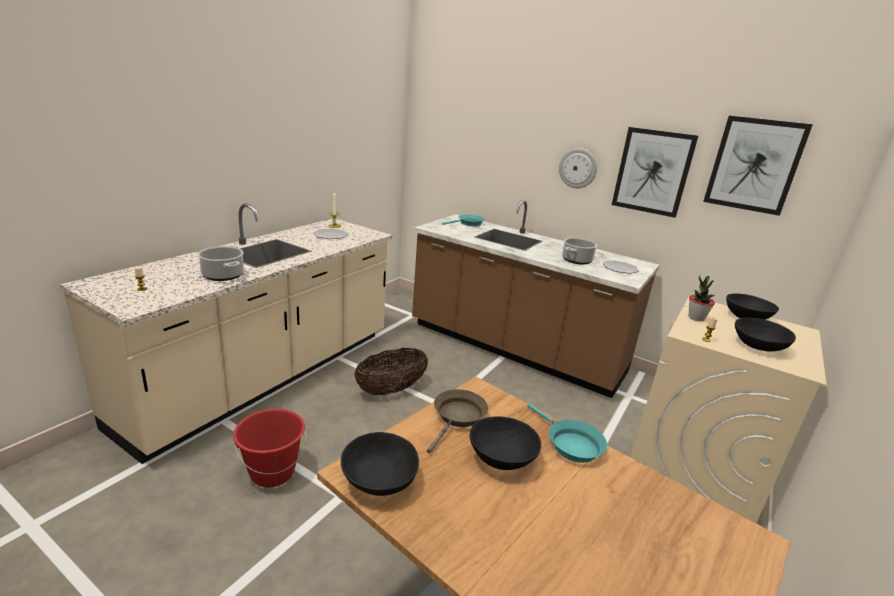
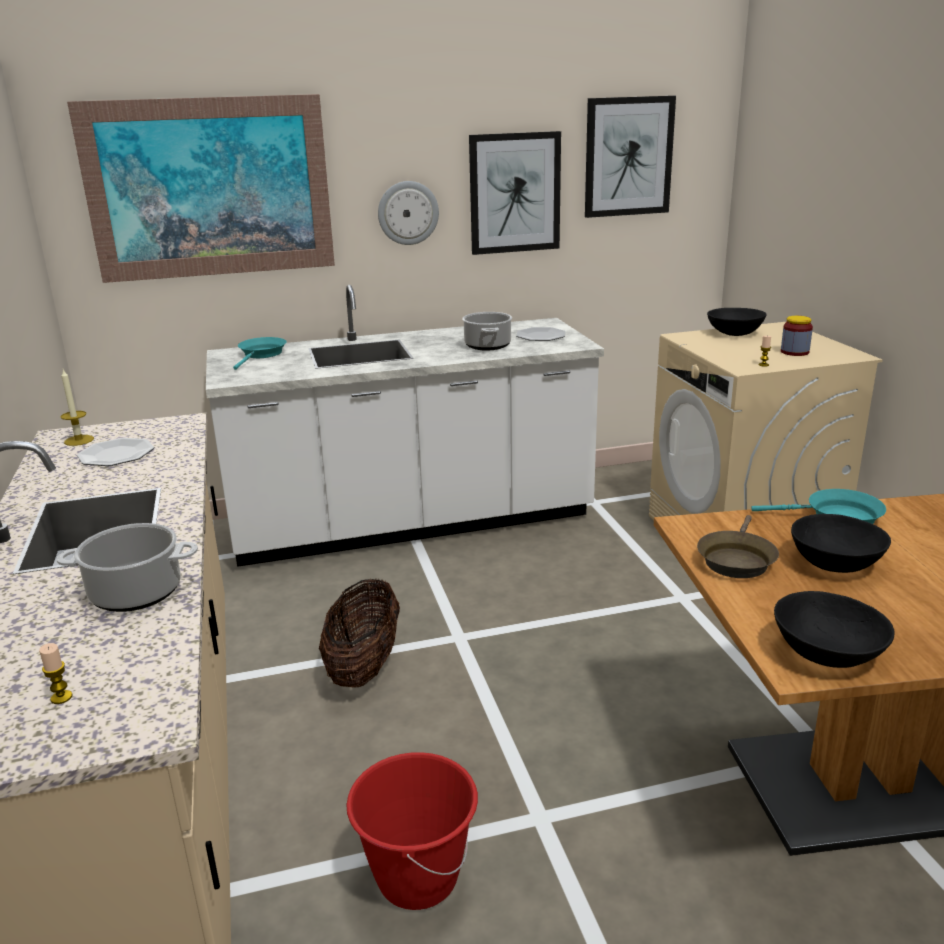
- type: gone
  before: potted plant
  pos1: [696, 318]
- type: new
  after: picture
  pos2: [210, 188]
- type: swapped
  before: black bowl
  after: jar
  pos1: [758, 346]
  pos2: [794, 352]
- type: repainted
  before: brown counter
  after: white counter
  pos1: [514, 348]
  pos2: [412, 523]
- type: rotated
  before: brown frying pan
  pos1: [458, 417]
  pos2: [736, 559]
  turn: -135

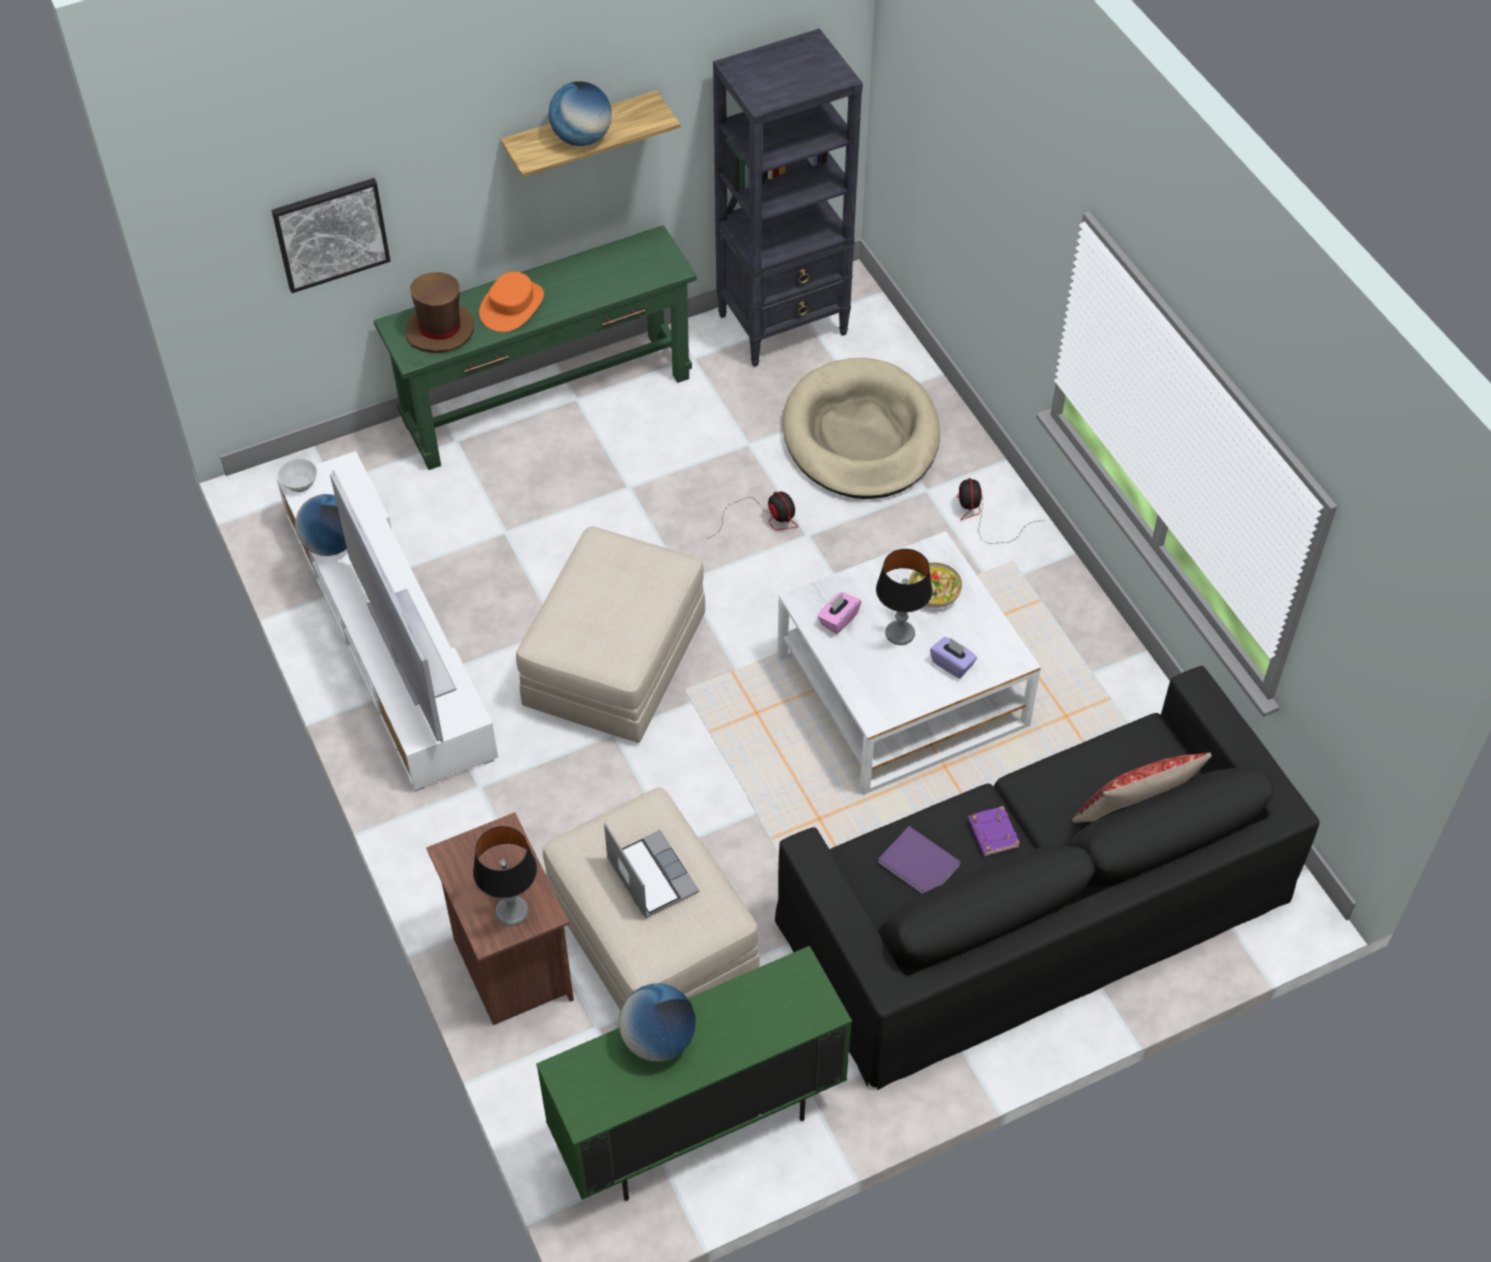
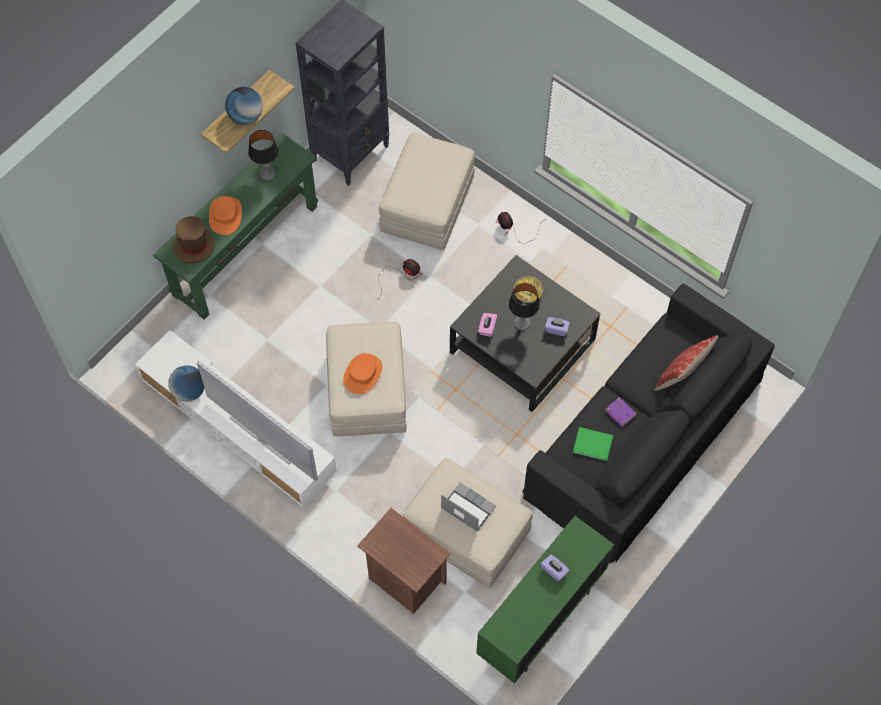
- type: gone
  before: picture
  pos1: [331, 233]
- type: gone
  before: bowl
  pos1: [300, 484]
- type: gone
  before: globe
  pos1: [658, 1039]
- type: new
  after: orange hat
  pos2: [363, 374]
- type: new
  after: purple tissue box
  pos2: [554, 570]
- type: shifted
  before: table lamp
  pos1: [512, 911]
  pos2: [267, 173]
- type: swapped
  before: beige dog bed
  after: beige ottoman
  pos1: [861, 435]
  pos2: [427, 205]
- type: repainted
  before: white coffee table
  after: black coffee table
  pos1: [902, 690]
  pos2: [522, 346]
- type: repainted
  before: purple book
  after: green book
  pos1: [918, 861]
  pos2: [591, 443]

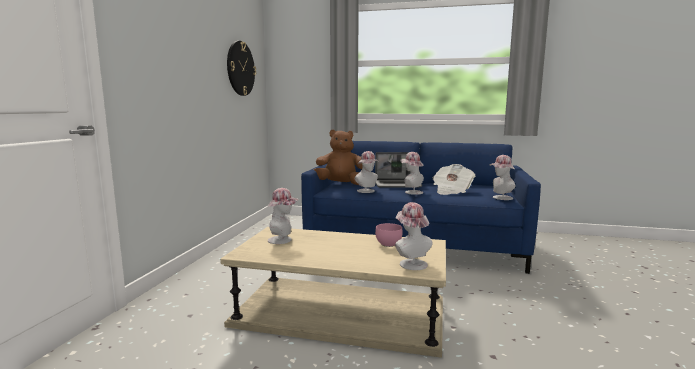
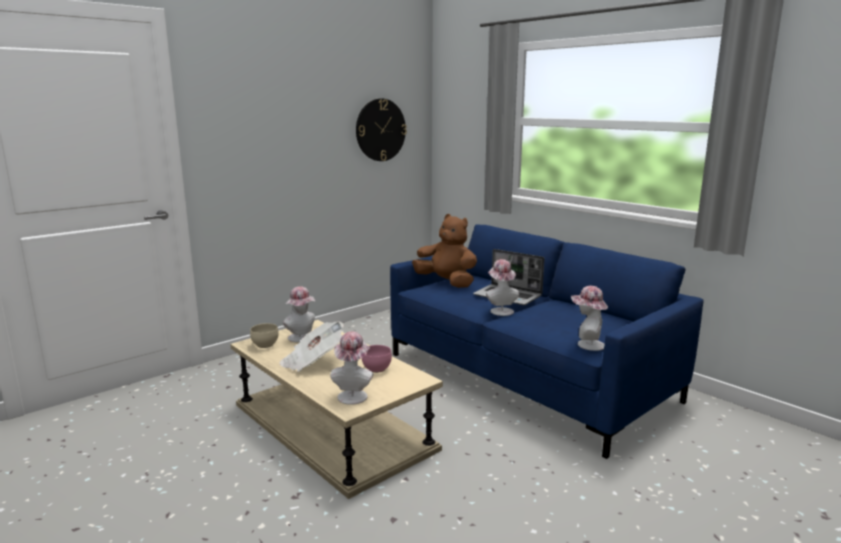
- type: gone
  before: hat
  pos1: [367, 191]
- type: new
  after: beige bowl
  pos2: [266, 345]
- type: shifted
  before: newspaper
  pos1: [451, 191]
  pos2: [312, 362]

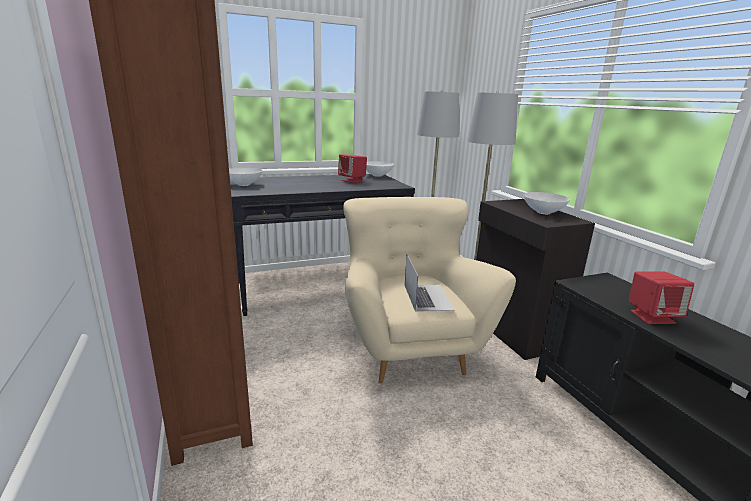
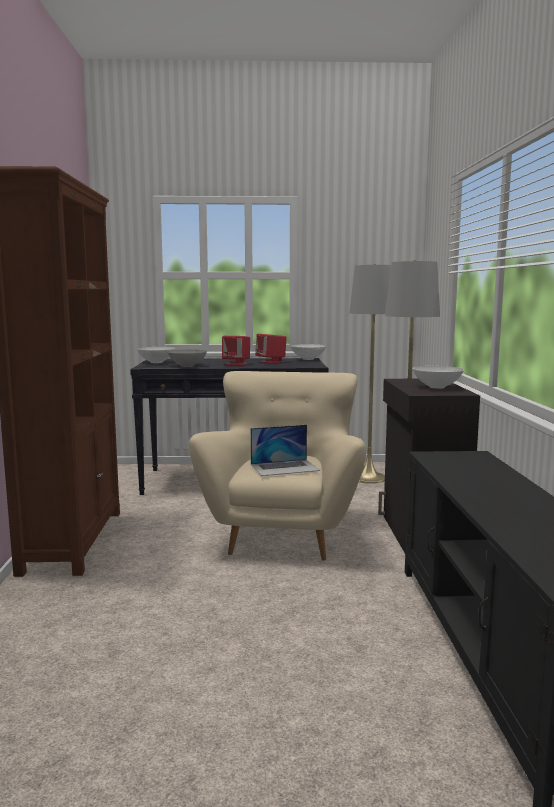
- type: new
  after: grey bowl
  pos2: [188, 366]
- type: shifted
  before: red speaker
  pos1: [652, 316]
  pos2: [236, 364]
- type: rotated
  before: laptop
  pos1: [427, 297]
  pos2: [285, 467]
  turn: 60

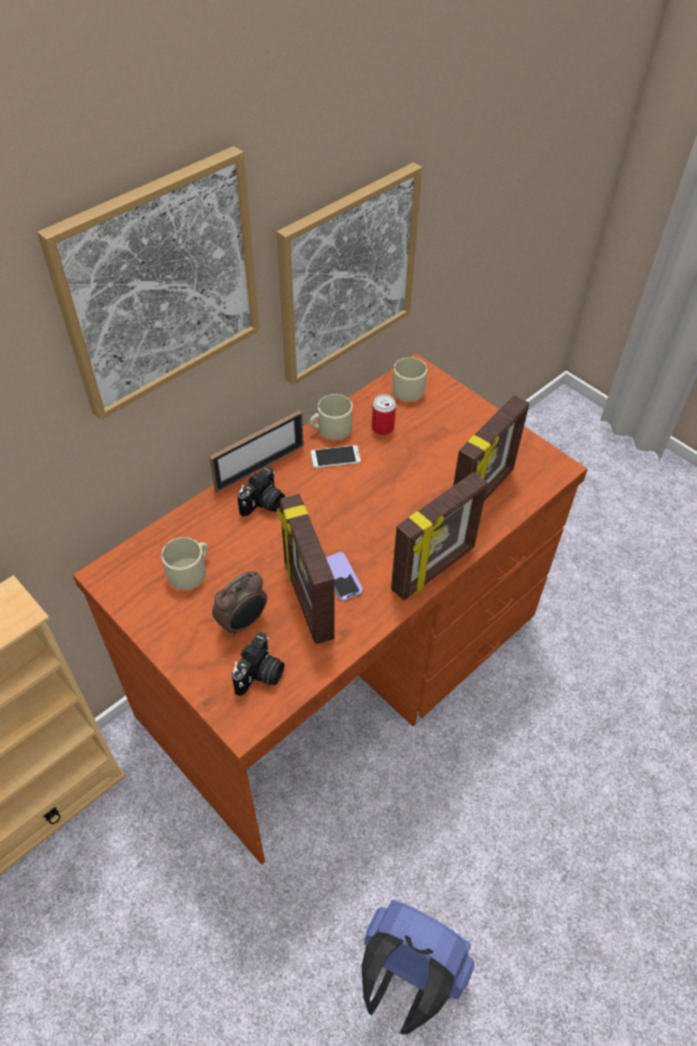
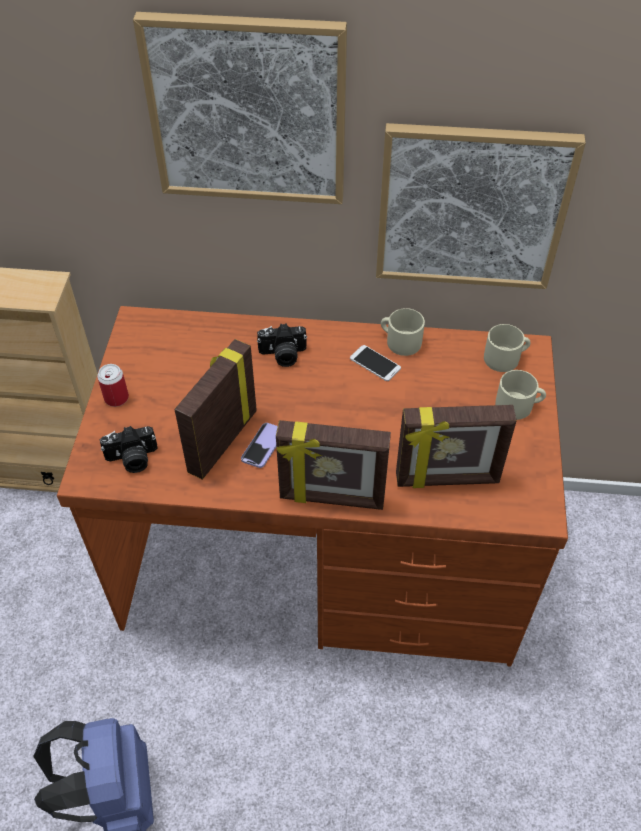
- type: gone
  before: picture frame
  pos1: [260, 467]
- type: gone
  before: alarm clock
  pos1: [243, 622]
- type: shifted
  before: beige mug
  pos1: [190, 570]
  pos2: [518, 405]
- type: shifted
  before: can
  pos1: [382, 428]
  pos2: [116, 398]

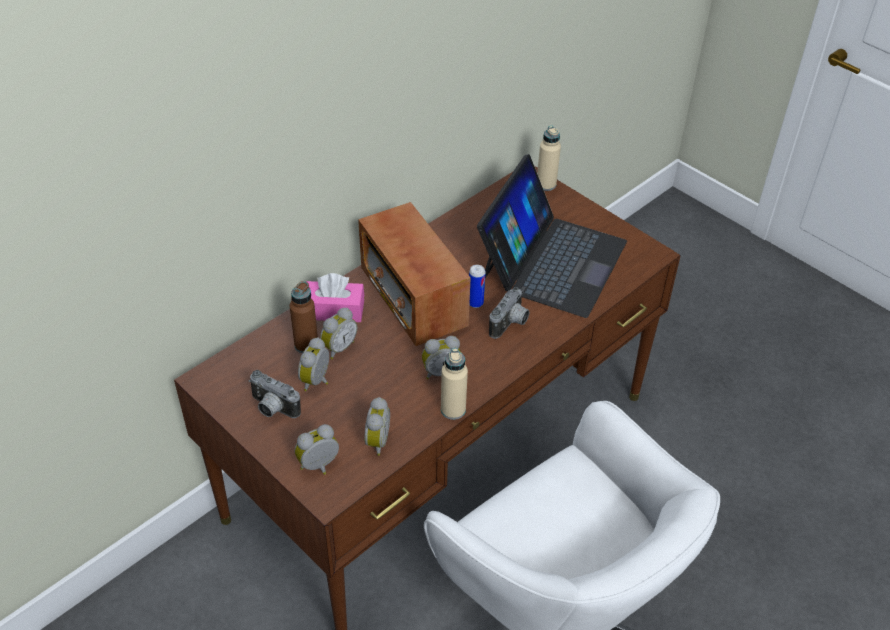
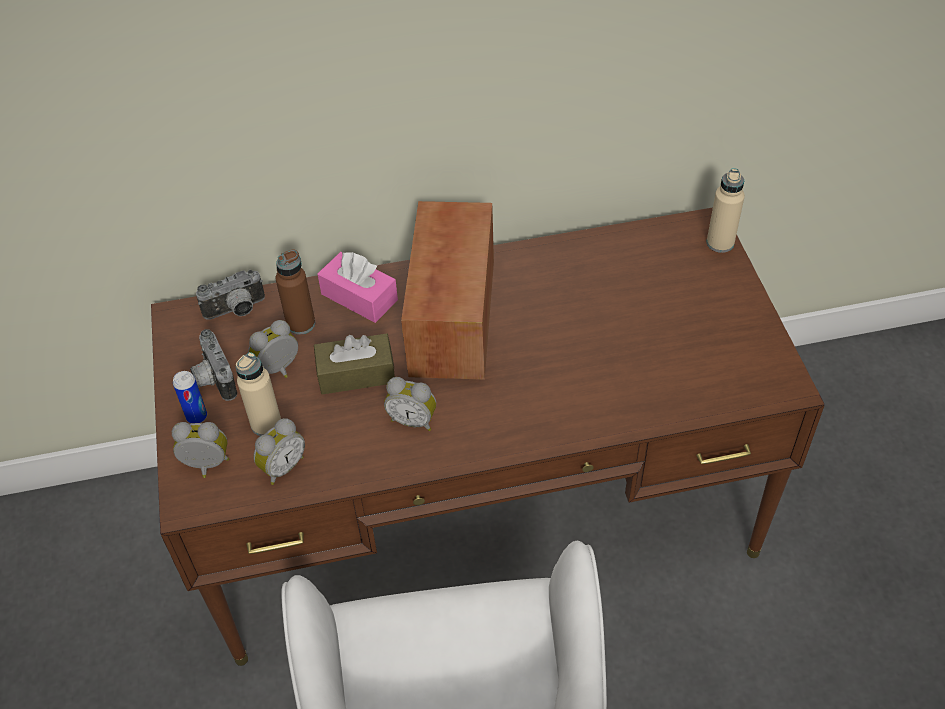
- type: gone
  before: alarm clock
  pos1: [338, 347]
- type: gone
  before: laptop
  pos1: [552, 261]
- type: new
  after: brown tissue box
  pos2: [356, 374]
- type: shifted
  before: beige bottle
  pos1: [453, 410]
  pos2: [266, 424]
- type: shifted
  before: can
  pos1: [475, 303]
  pos2: [197, 416]
- type: shifted
  before: photo camera
  pos1: [510, 324]
  pos2: [236, 311]

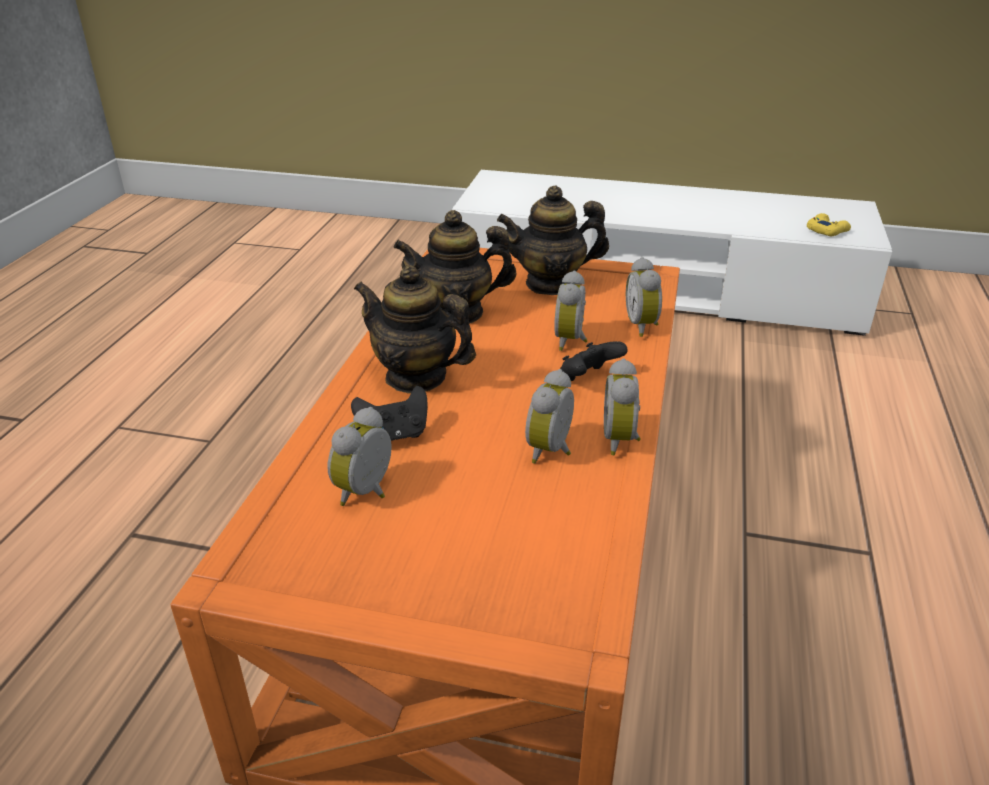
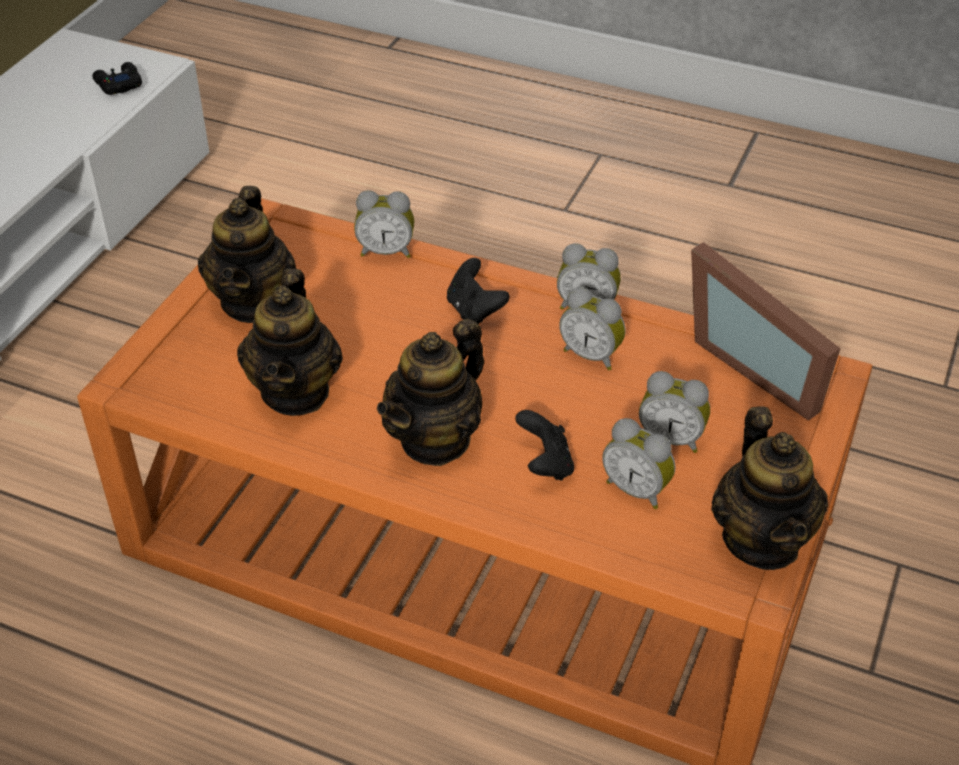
- type: new
  after: picture frame
  pos2: [760, 364]
- type: new
  after: teapot
  pos2: [762, 540]
- type: shifted
  before: alarm clock
  pos1: [571, 340]
  pos2: [671, 438]
- type: repainted
  before: yellow game controller
  after: black game controller
  pos1: [826, 230]
  pos2: [118, 84]

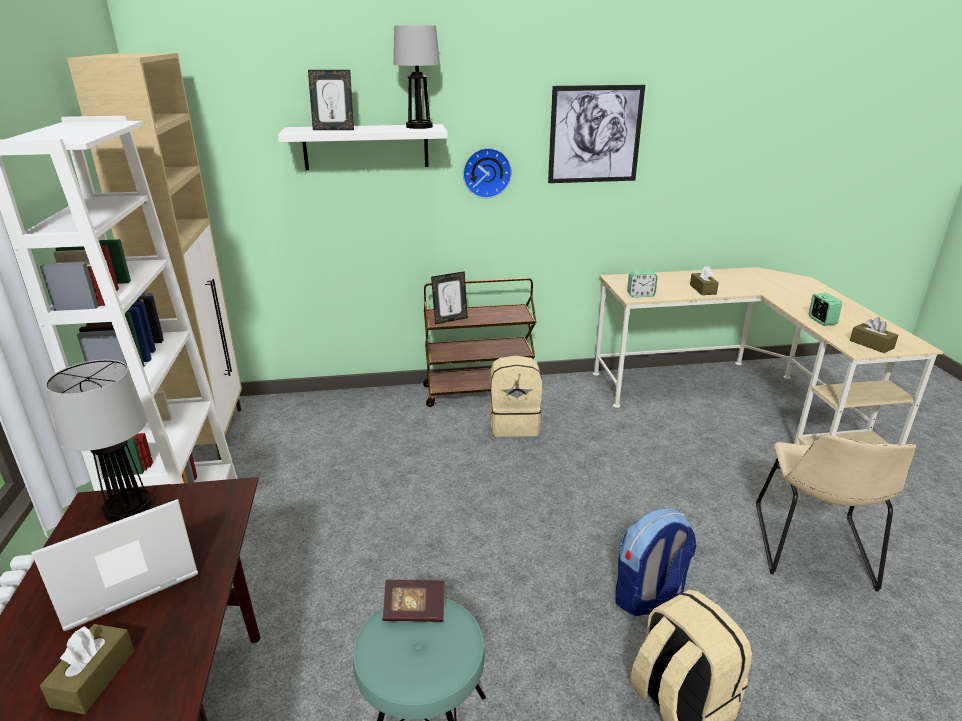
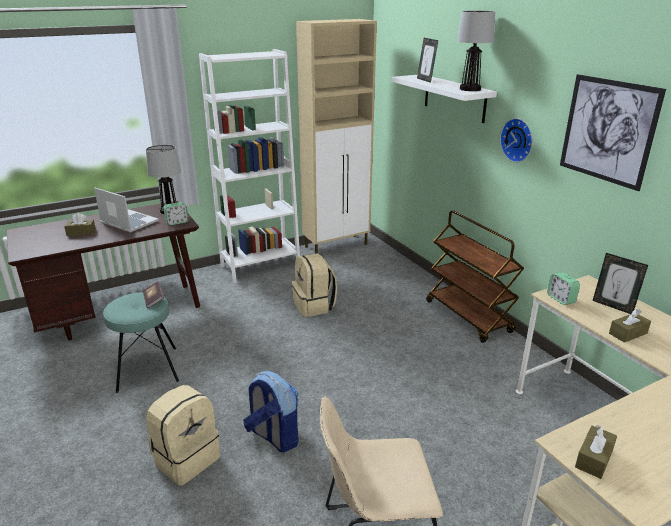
- type: shifted
  before: picture frame
  pos1: [450, 320]
  pos2: [613, 306]
- type: shifted
  before: beige backpack
  pos1: [514, 424]
  pos2: [314, 306]
- type: shifted
  before: alarm clock
  pos1: [821, 321]
  pos2: [177, 222]

